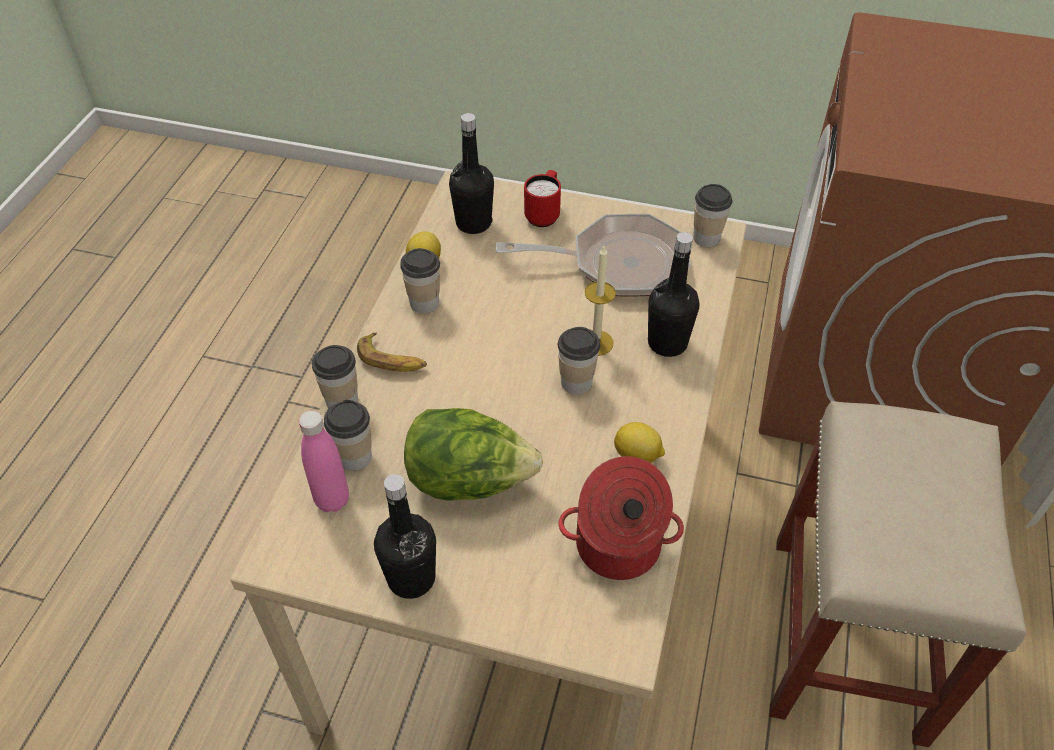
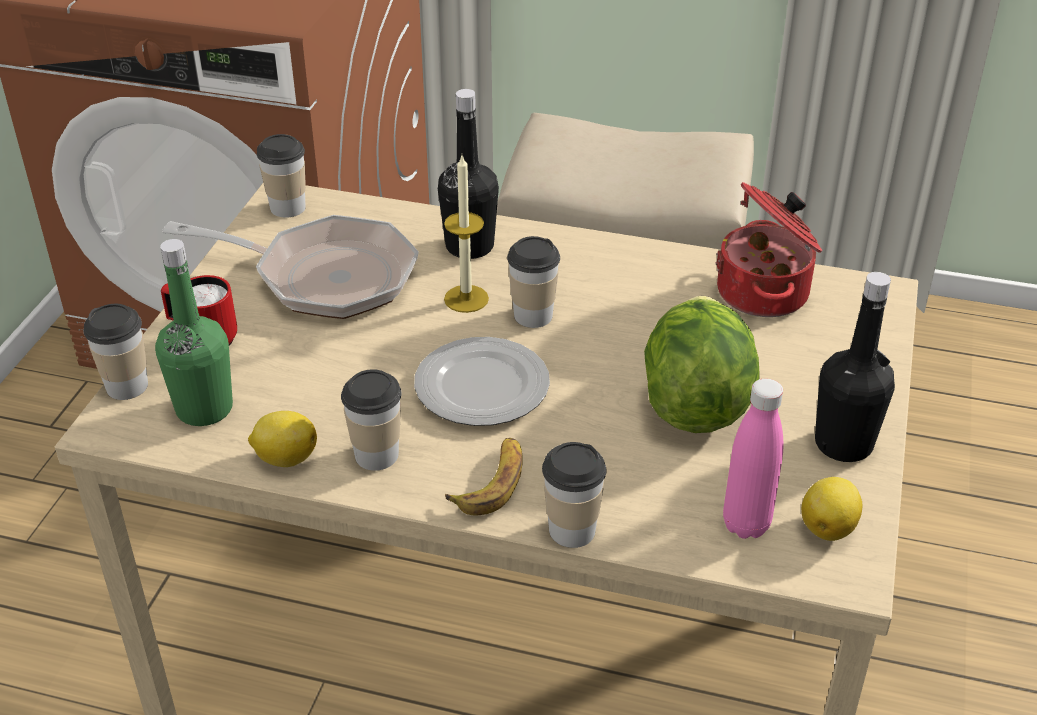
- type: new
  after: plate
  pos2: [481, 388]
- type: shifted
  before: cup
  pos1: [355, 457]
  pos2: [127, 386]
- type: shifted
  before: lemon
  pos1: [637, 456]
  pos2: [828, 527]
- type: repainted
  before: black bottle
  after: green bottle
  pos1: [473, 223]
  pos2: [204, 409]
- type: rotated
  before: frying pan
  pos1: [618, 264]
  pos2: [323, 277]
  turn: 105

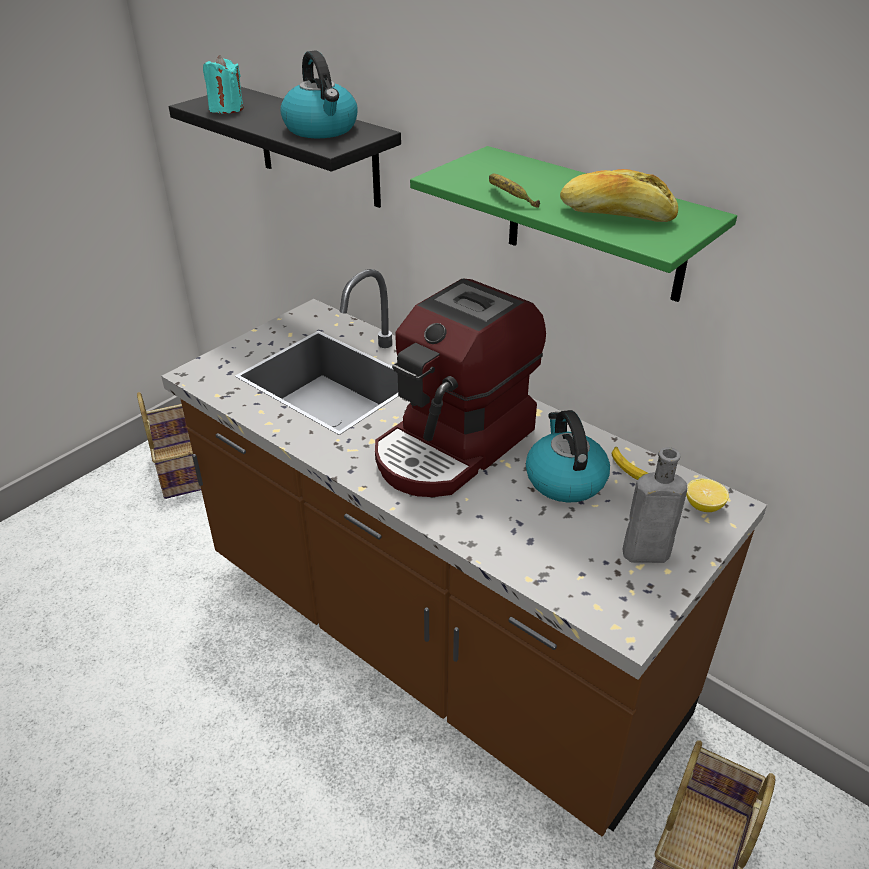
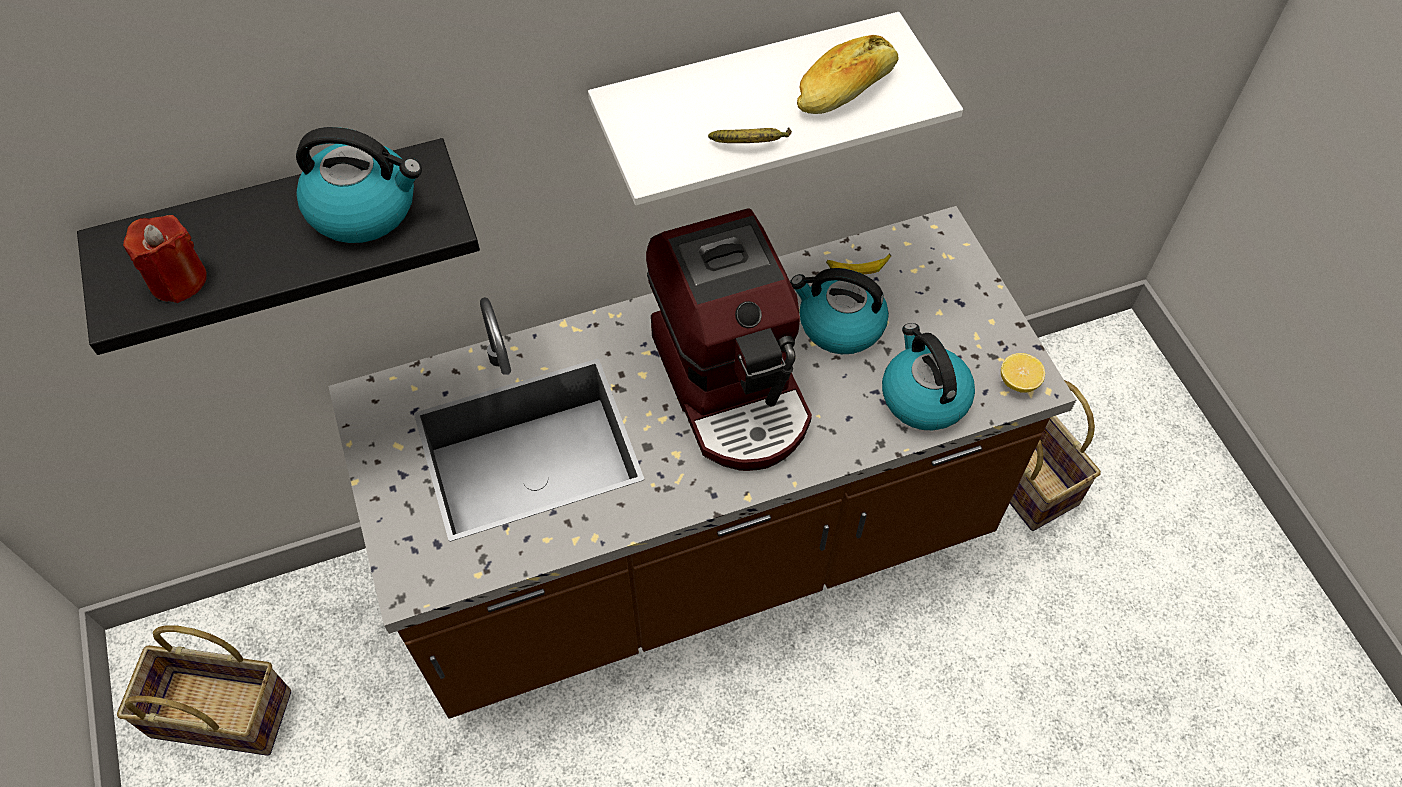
- type: gone
  before: grey bottle
  pos1: [642, 554]
- type: new
  after: kettle
  pos2: [923, 397]
- type: shifted
  before: lemon
  pos1: [703, 506]
  pos2: [1018, 382]
- type: repainted
  before: turquoise candle
  after: red candle
  pos1: [226, 109]
  pos2: [178, 280]
- type: repainted
  before: green shelf
  after: white shelf
  pos1: [595, 225]
  pos2: [745, 93]

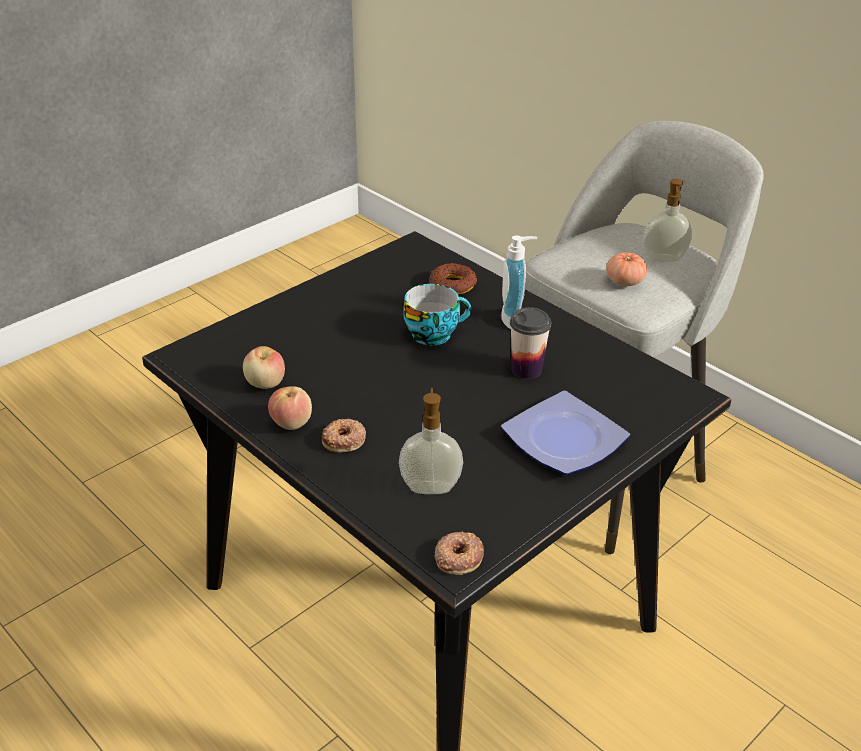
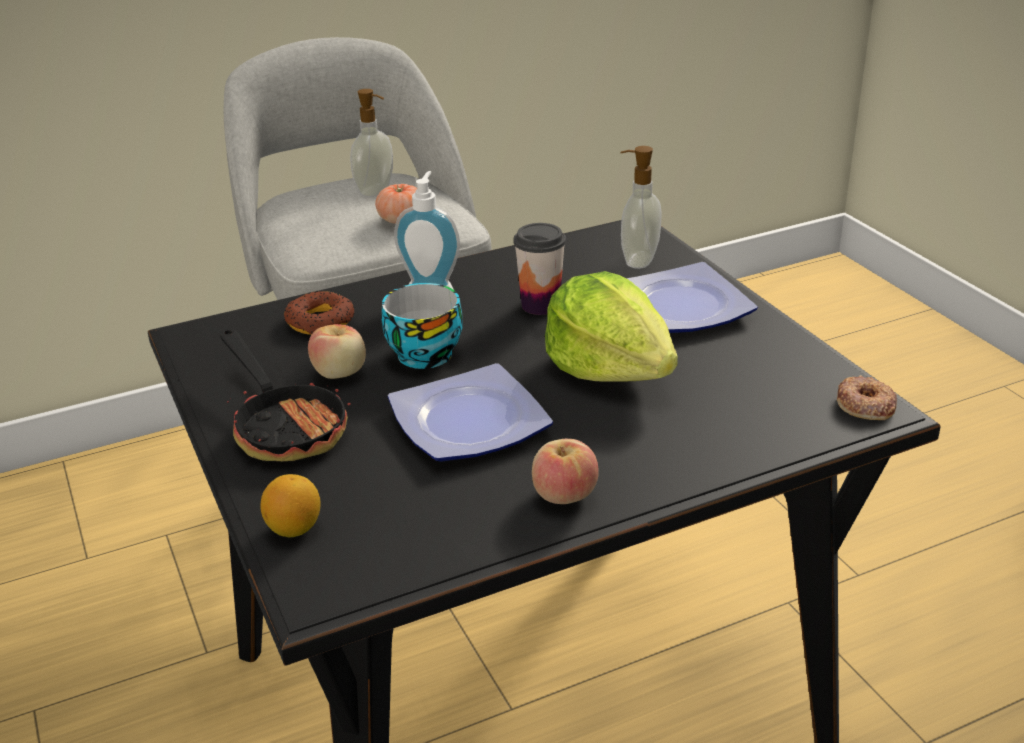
- type: gone
  before: donut
  pos1: [344, 440]
- type: new
  after: frying pan
  pos2: [285, 426]
- type: new
  after: lemon
  pos2: [294, 528]
- type: new
  after: plate
  pos2: [472, 423]
- type: new
  after: lettuce
  pos2: [610, 368]
- type: shifted
  before: apple
  pos1: [265, 383]
  pos2: [340, 373]
- type: shifted
  before: soap dispenser
  pos1: [430, 486]
  pos2: [638, 260]

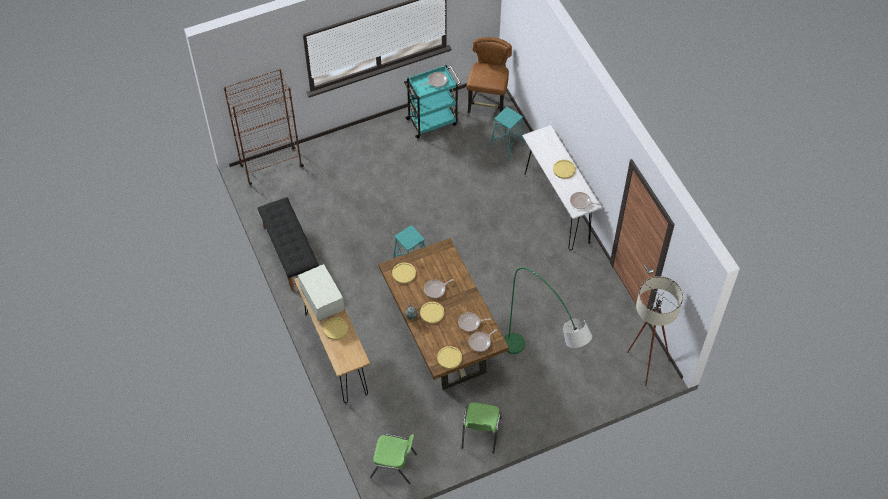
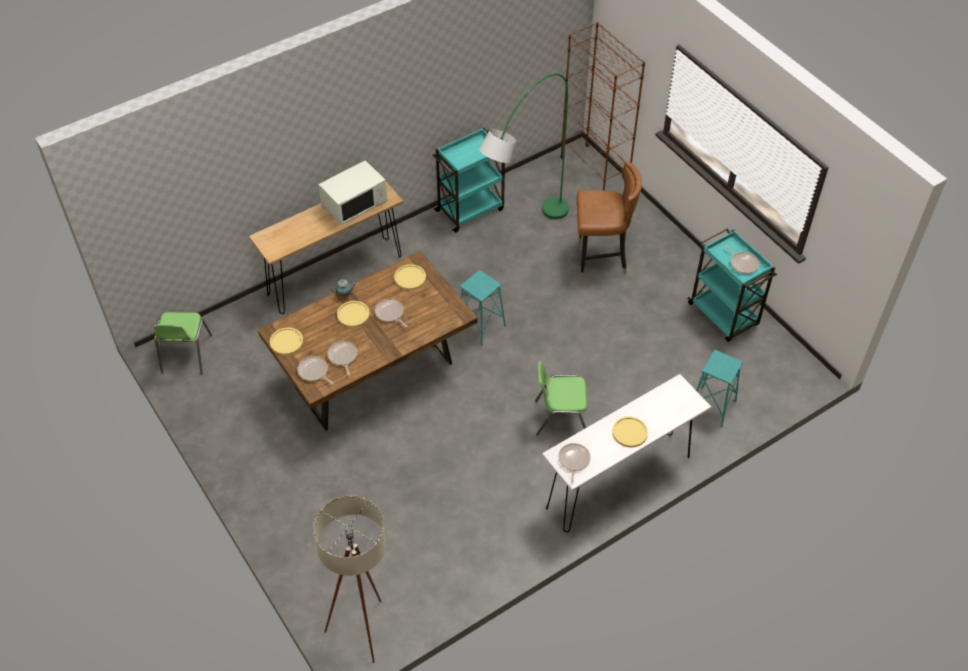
- type: gone
  before: yellow plate
  pos1: [335, 329]
- type: shifted
  before: green chair
  pos1: [480, 433]
  pos2: [560, 418]
- type: shifted
  before: brown chair
  pos1: [488, 107]
  pos2: [600, 259]
- type: shifted
  before: green floor lamp
  pos1: [542, 373]
  pos2: [523, 238]
- type: swapped
  before: black bench
  after: turquoise cart
  pos1: [290, 253]
  pos2: [471, 209]

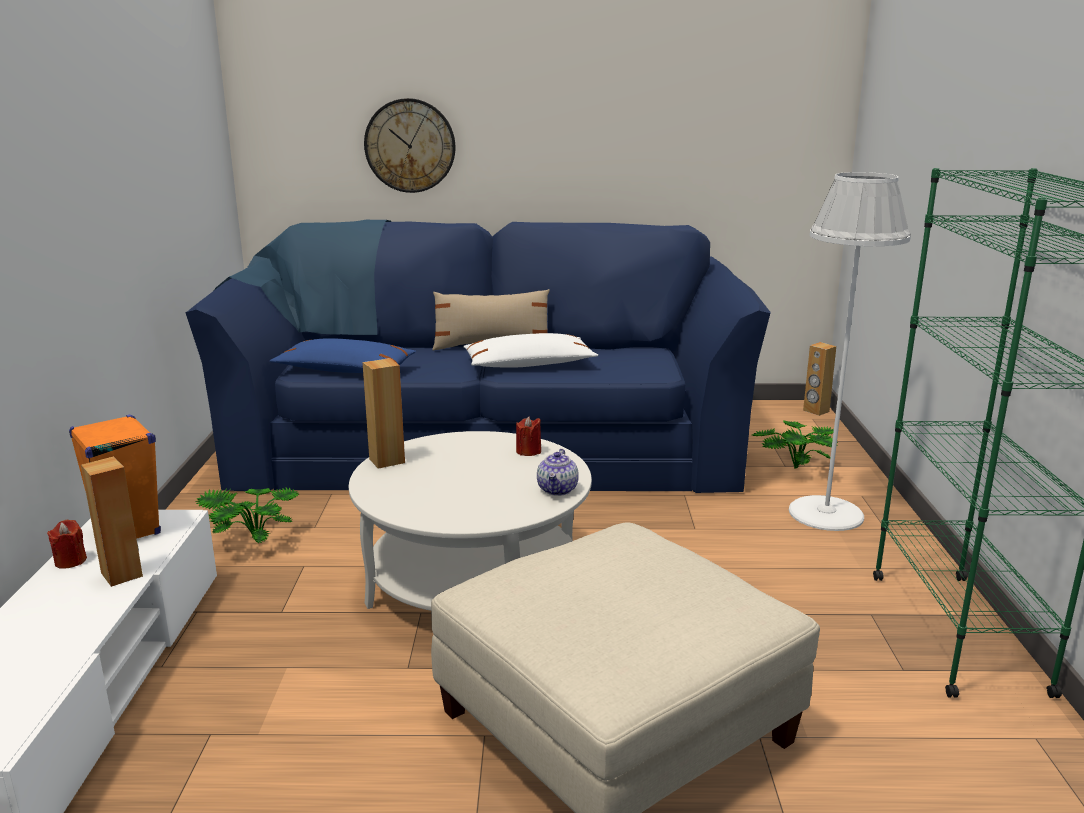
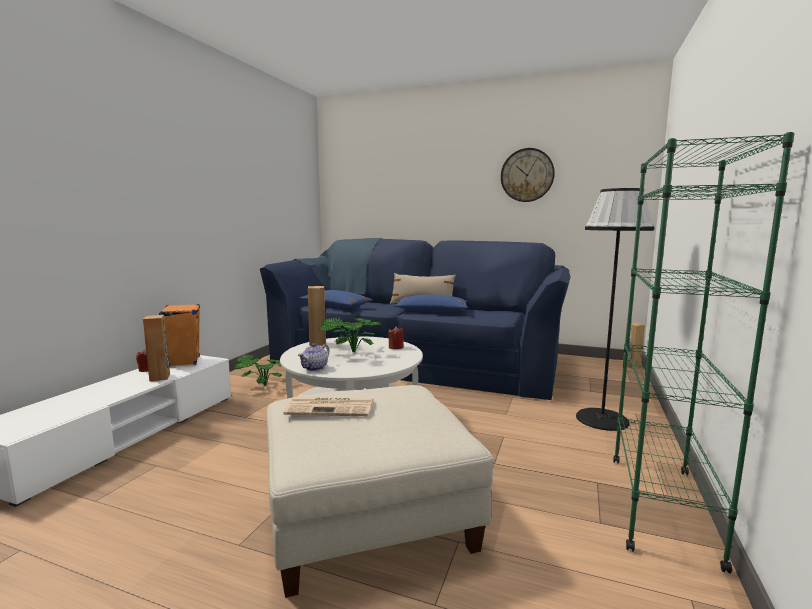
- type: new
  after: newspaper
  pos2: [331, 407]
- type: shifted
  before: wall clock
  pos1: [410, 146]
  pos2: [527, 175]
- type: shifted
  before: teapot
  pos1: [558, 490]
  pos2: [314, 368]
- type: shifted
  before: potted plant
  pos1: [793, 470]
  pos2: [349, 353]
- type: repainted
  before: white pillow
  after: blue pillow
  pos1: [528, 365]
  pos2: [431, 311]
- type: repainted
  before: white floor lamp
  after: black floor lamp
  pos1: [826, 513]
  pos2: [602, 419]

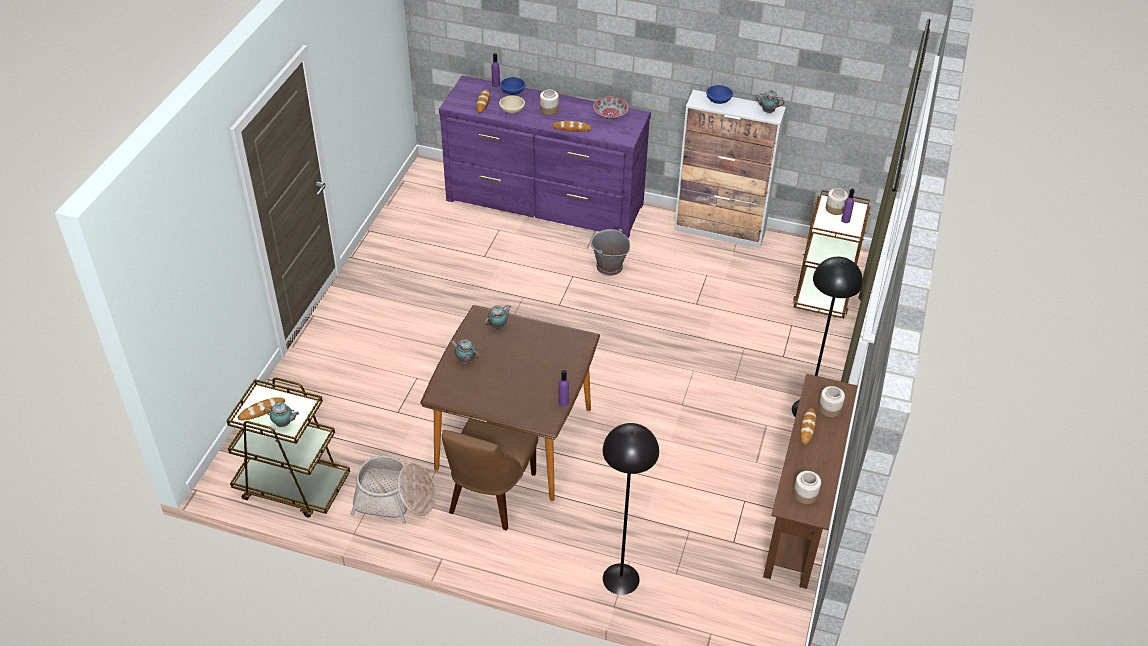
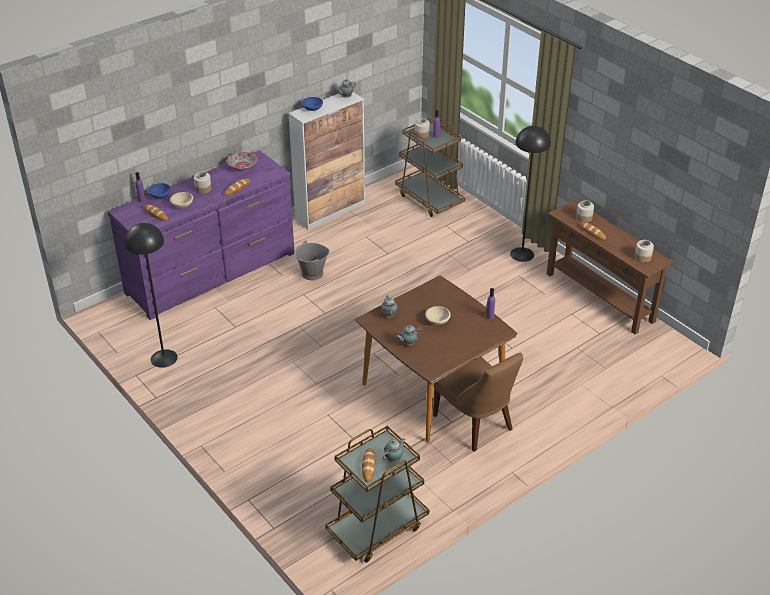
- type: gone
  before: basket
  pos1: [395, 499]
- type: new
  after: beige bowl
  pos2: [438, 321]
- type: shifted
  before: black floor lamp
  pos1: [621, 579]
  pos2: [164, 358]

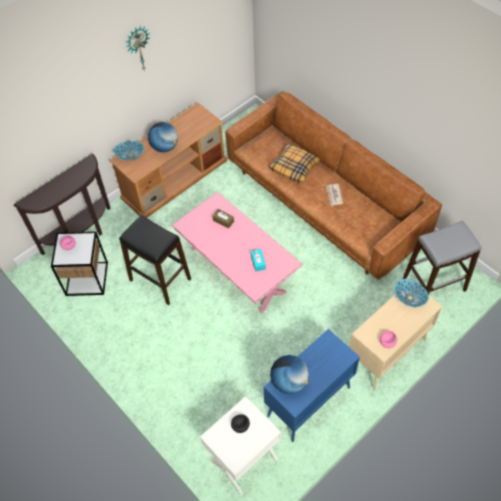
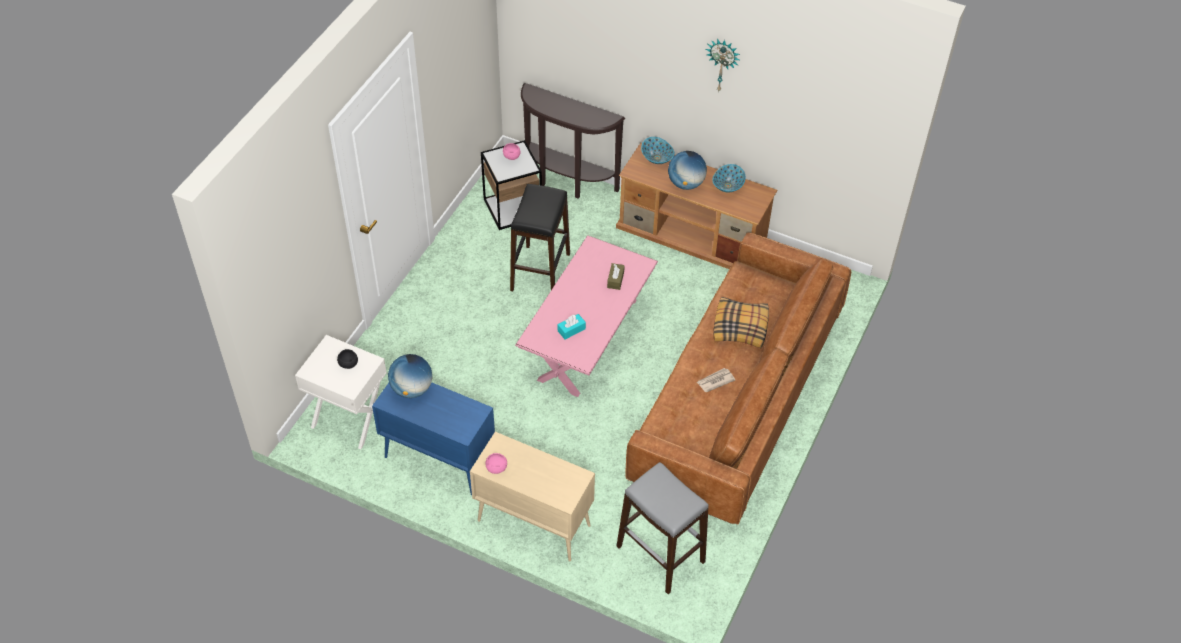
- type: shifted
  before: bowl
  pos1: [409, 298]
  pos2: [727, 186]

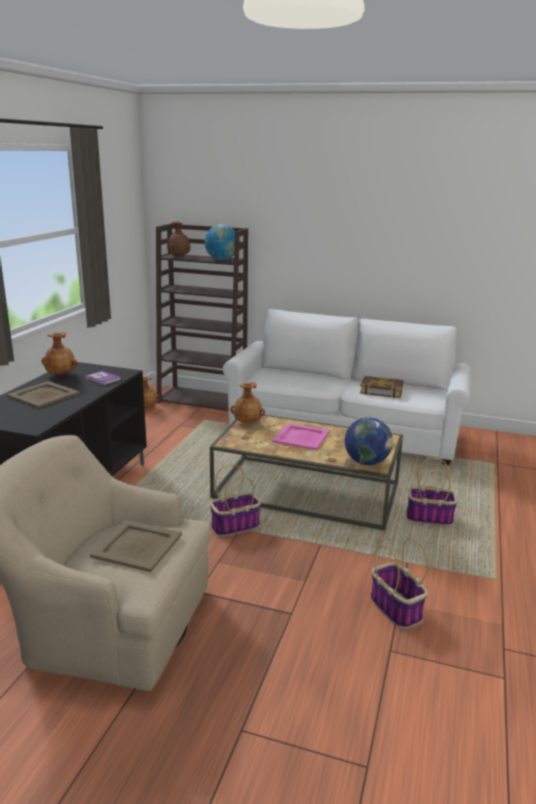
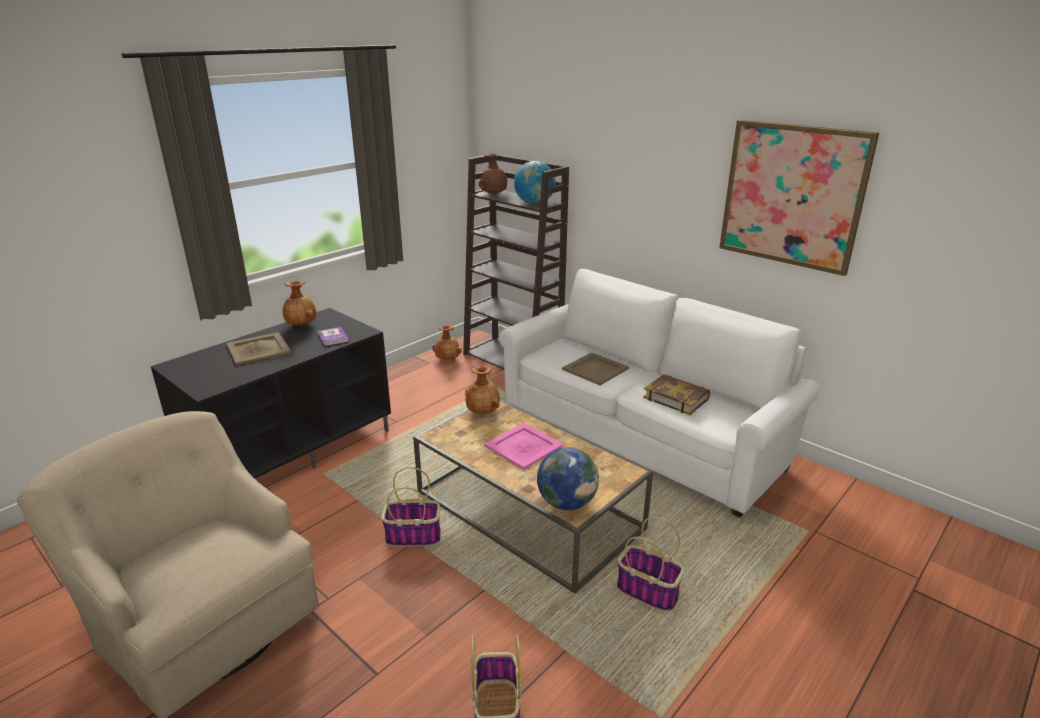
- type: new
  after: picture
  pos2: [792, 195]
- type: shifted
  before: beige tray
  pos1: [136, 546]
  pos2: [594, 369]

